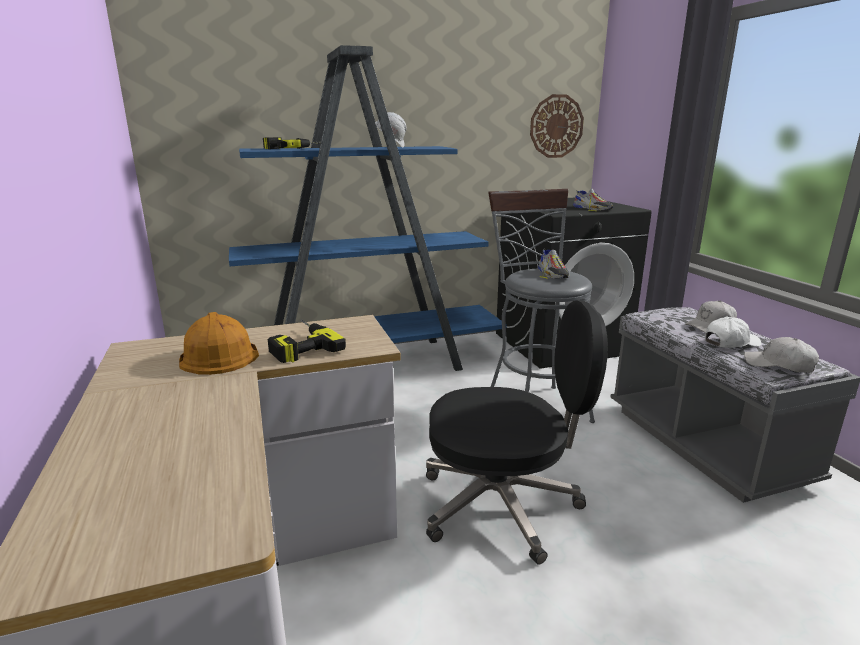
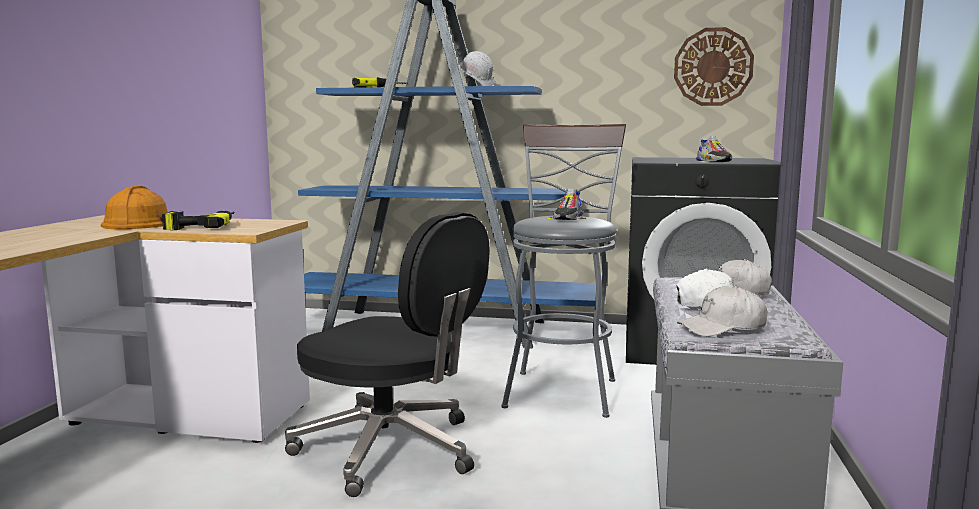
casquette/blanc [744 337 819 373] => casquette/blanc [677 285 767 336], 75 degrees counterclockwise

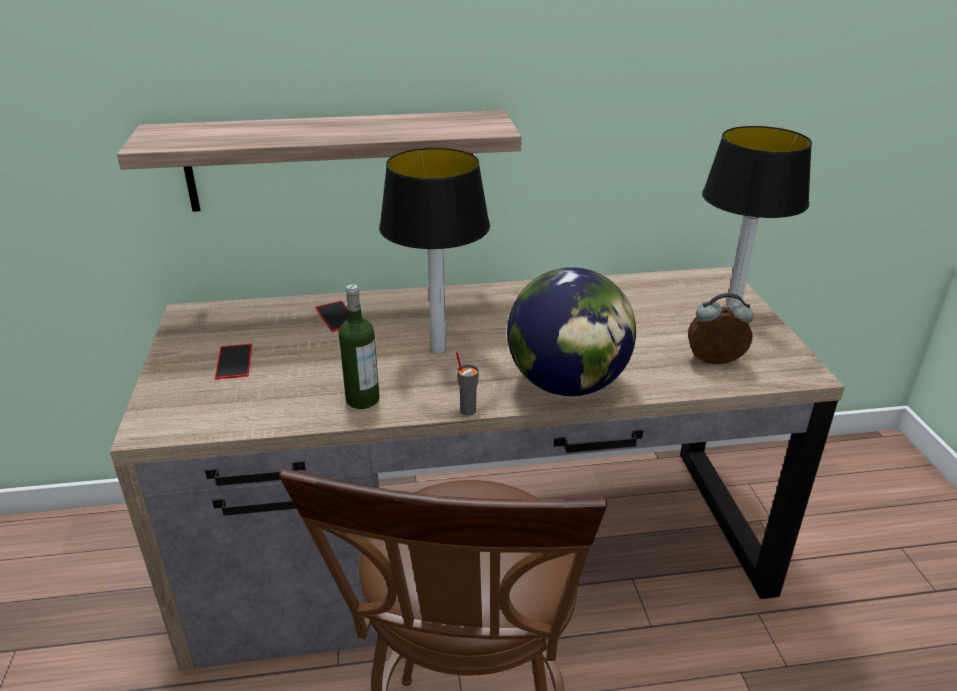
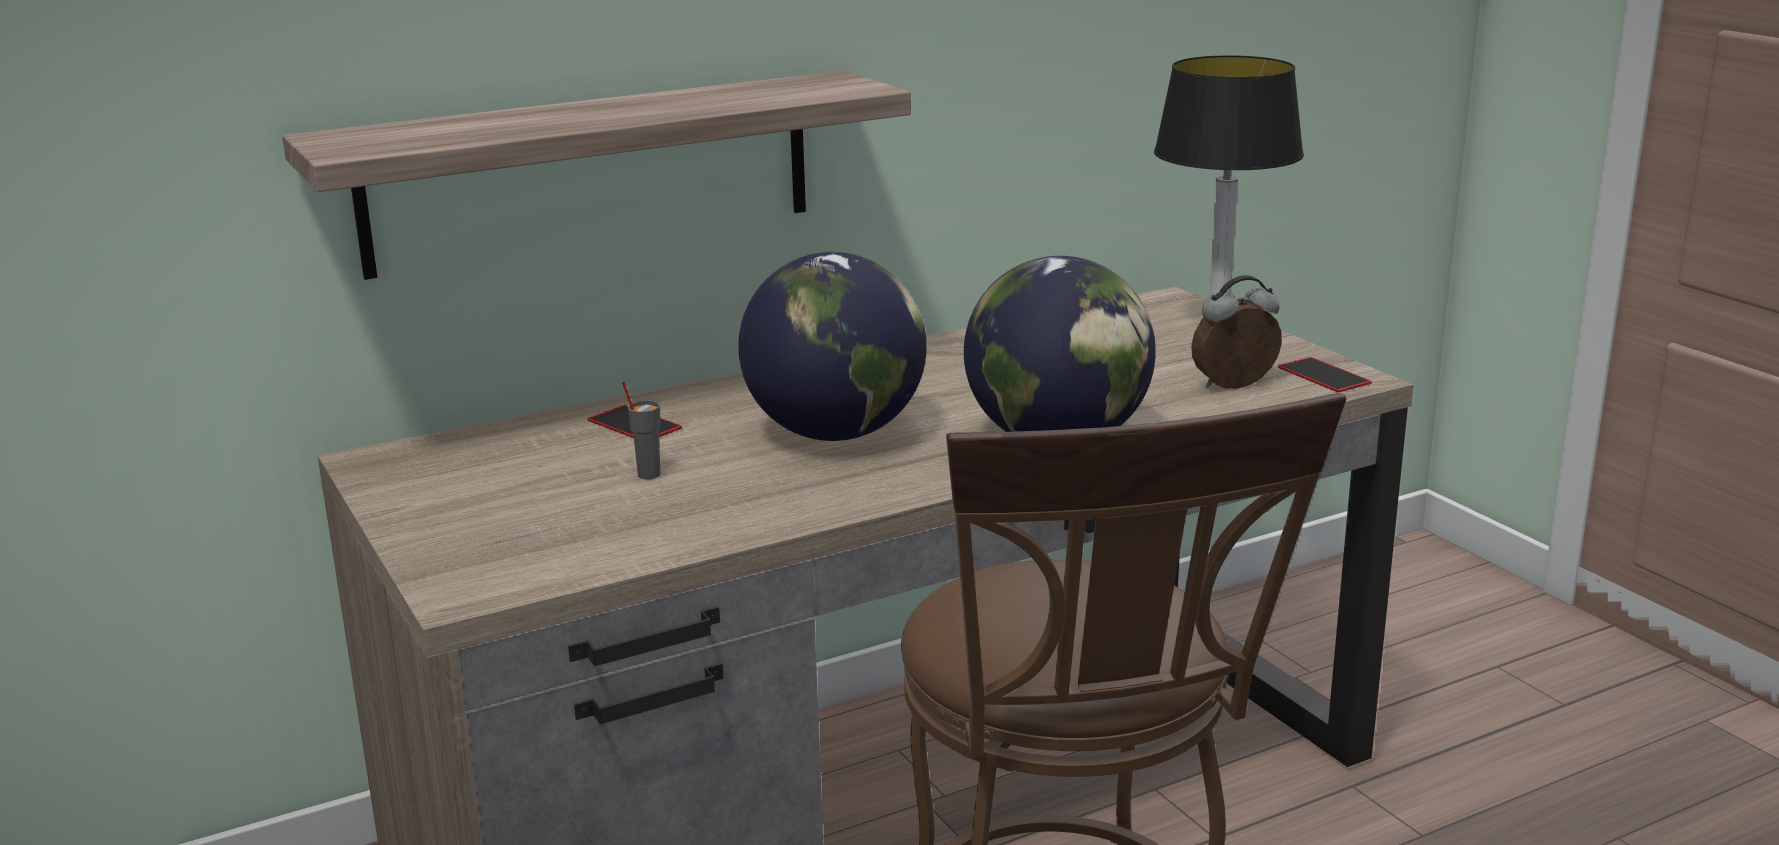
téléphone [215 344 252 380] => téléphone [1278 357 1372 392], moved
bouteille [339 284 380 409] => nothing
lampe de table [379 148 490 353] => globe [738 252 927 441]
tasse/gris [456 352 479 416] => tasse/gris [622 382 661 479], moved

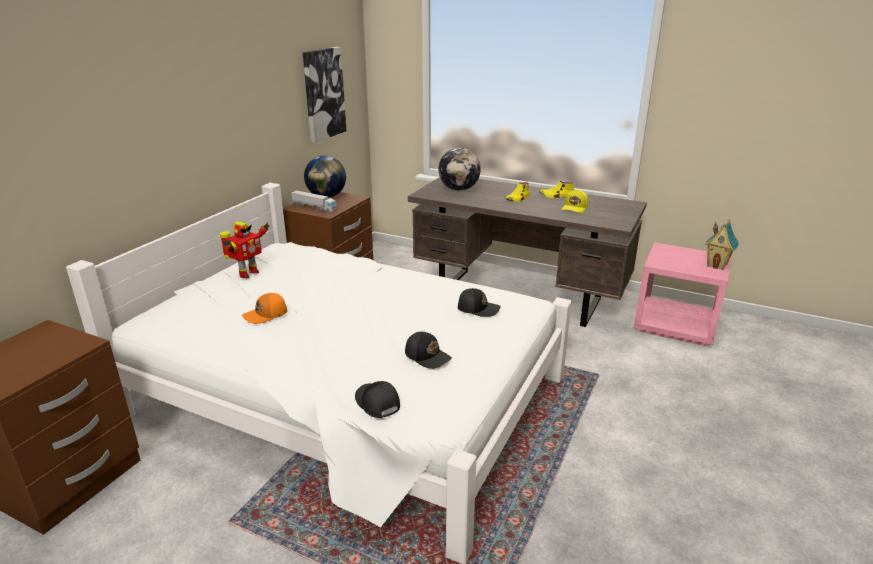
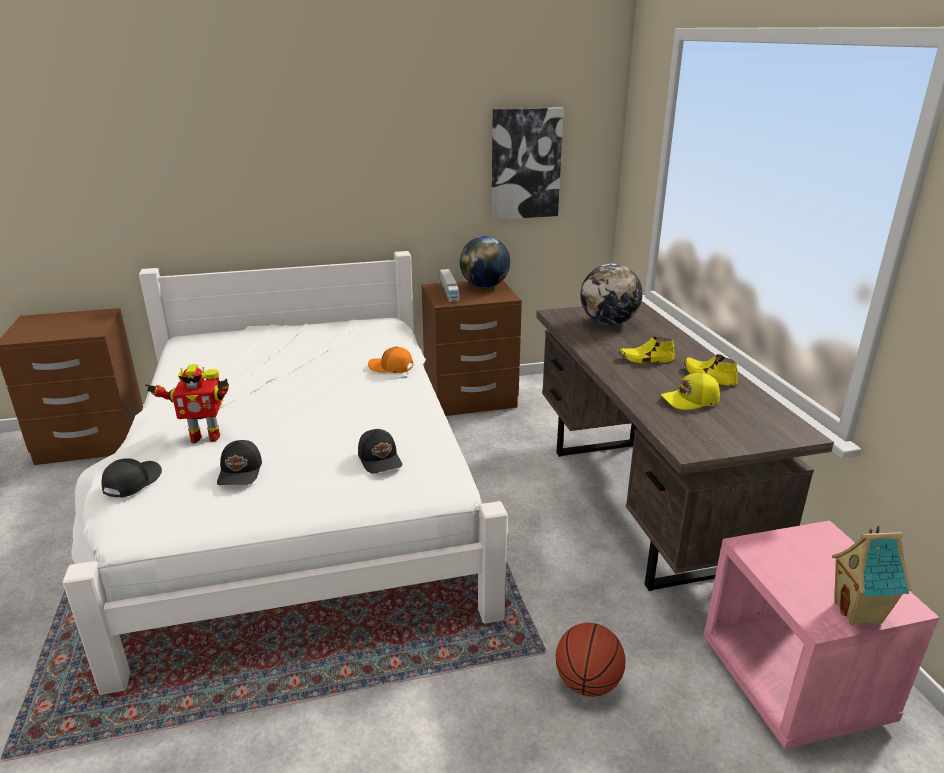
robot jouet [220 221 269 278] => robot jouet [145 364 229 443], moved
casquette/orange [242 293 287 324] => casquette/orange [368 346 413 373], moved
nothing => ballon de basket [556 623 625 697]

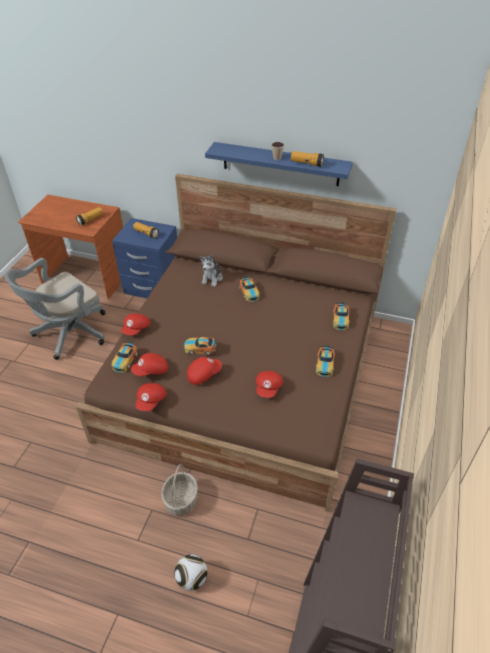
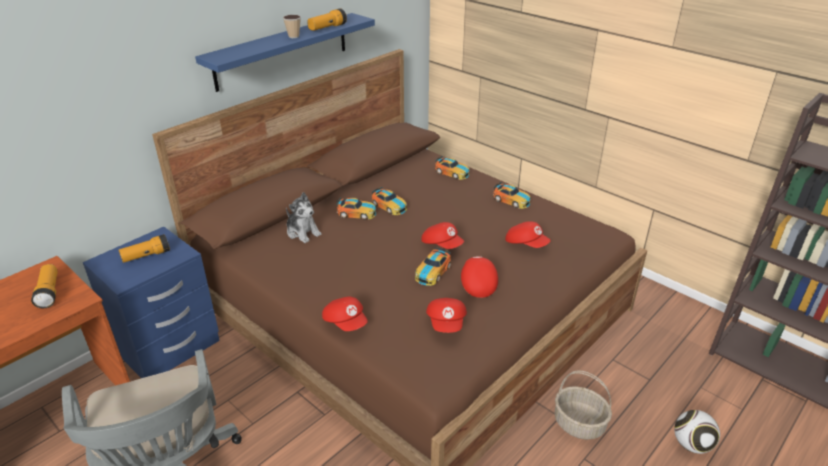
petite voiture [112 342 138 372] => petite voiture [372 187 407 215], moved
casquette/rouge [135 383 166 411] => casquette/rouge [421 222 464 249], moved

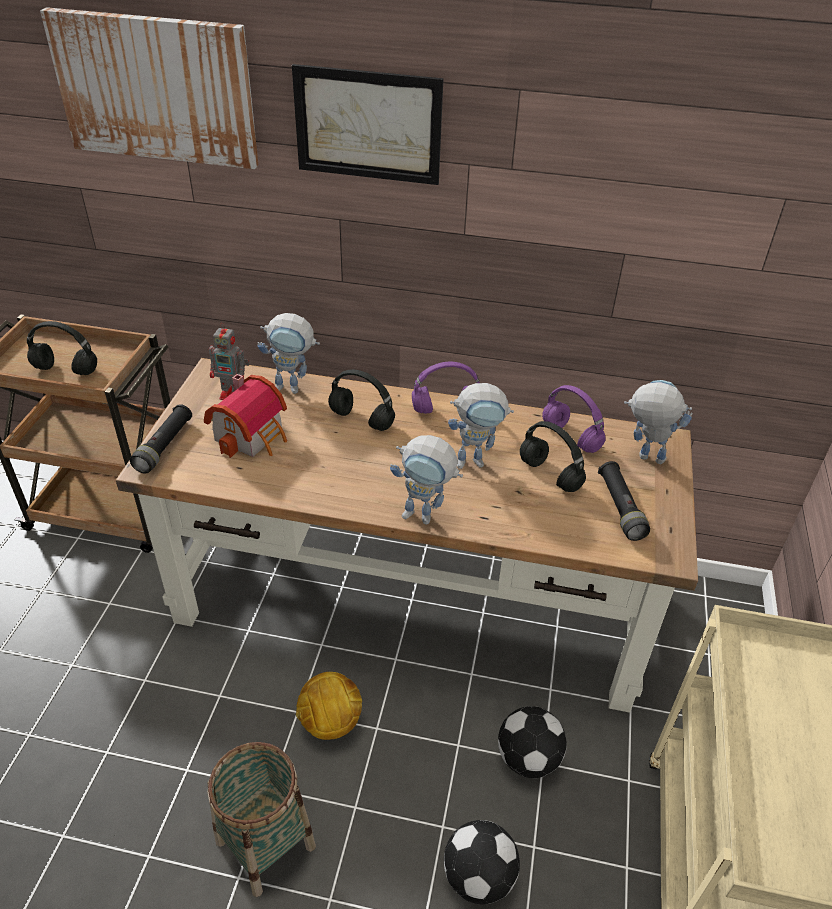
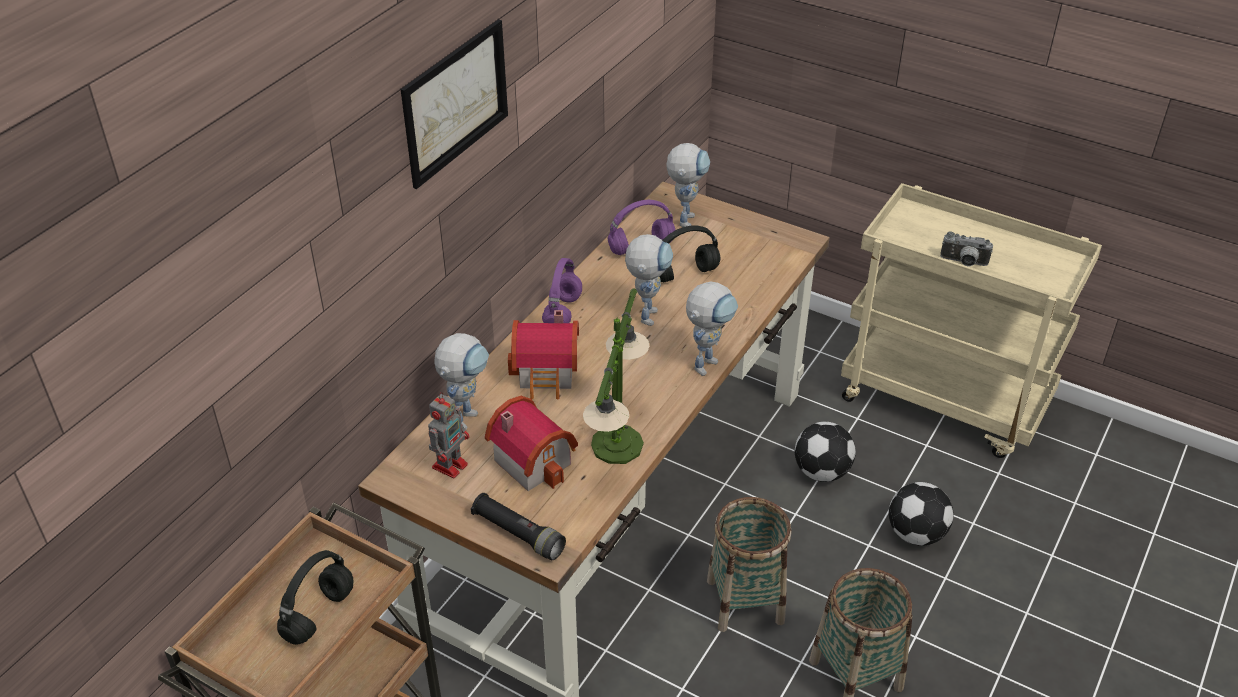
tableau [40 7 258 169] => nothing
ballon de foot [296 672 362 740] => panier [707 497 791 632]
casque audio/noir [328 370 395 431] => maison miniature [508 310 579 400]
lampe de poche/noir [598 461 650 541] => nothing
robot jouet [624 380 692 464] => robot jouet [666 143 710 227], 150 degrees clockwise
nothing => lampe de table [583 288 649 464]
nothing => appareil photo [940 231 993 266]

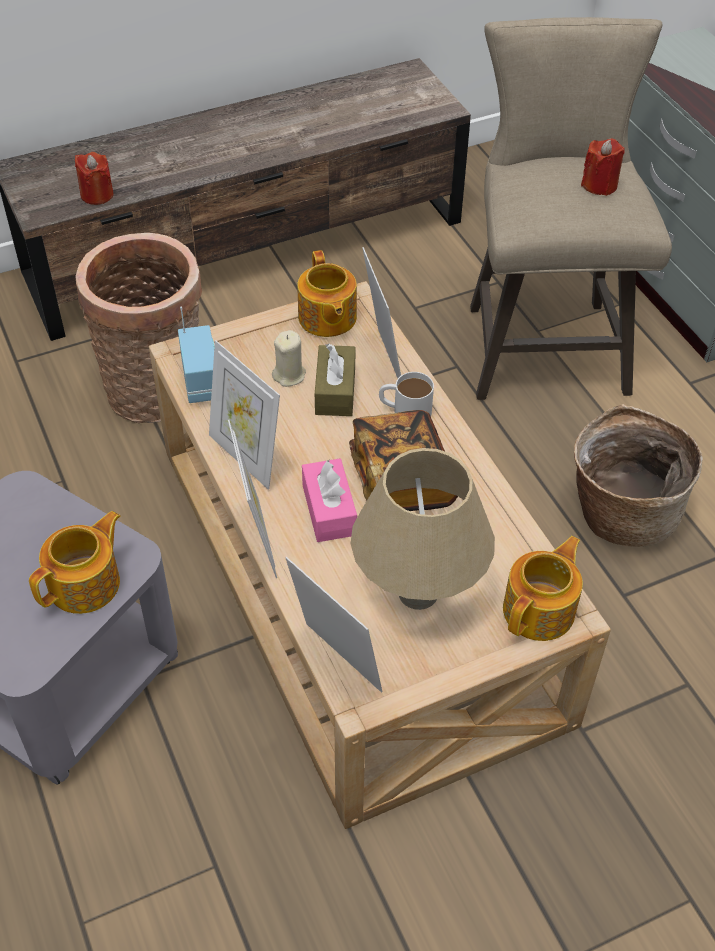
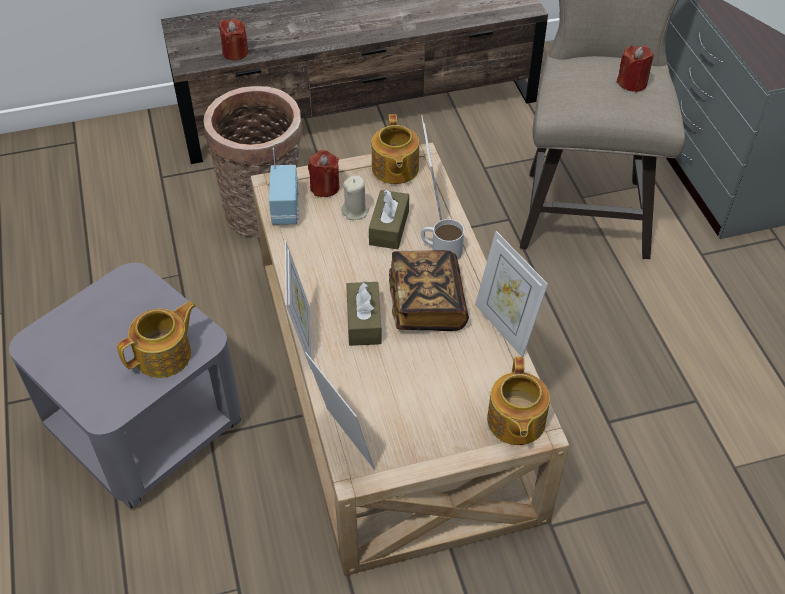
cadre photo [209 340 280 490] => cadre photo [475 231 548 357], moved
boîte à mouchoirs/rose [302 459 357 542] => boîte à mouchoirs/marron [346 282 382 346]
lampe de table/beige [351 448 495 610] => nothing
théière [503 536 583 641] => théière [487 357 550 445], 135 degrees clockwise
panier [574 404 703 547] => nothing
nothing => bougie/rouge [308 150 340 197]

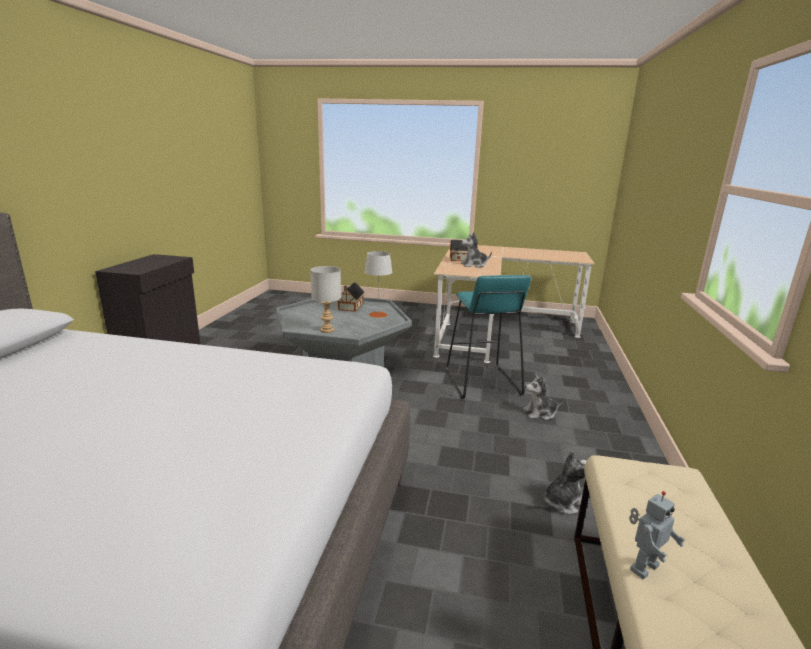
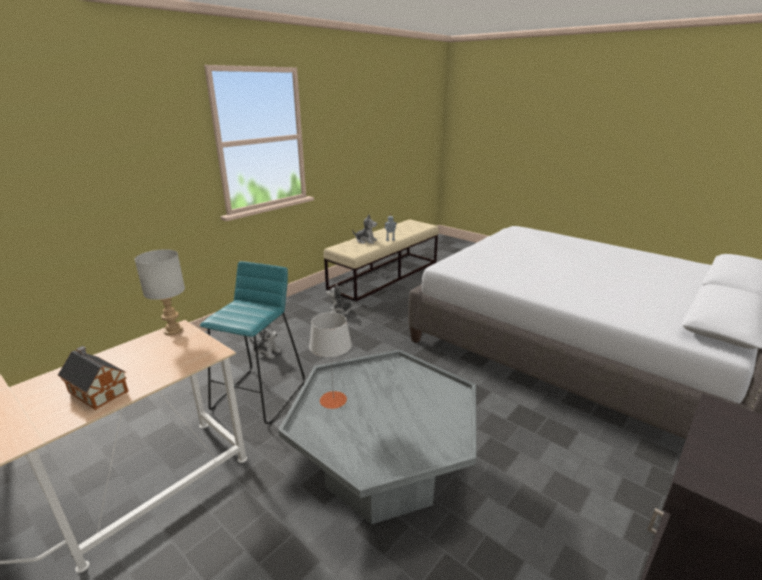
lampe de table/gris [310 266 341 333] => lampe de table/gris [134 249 185 335], moved
maison miniature [337 282 365 312] => nothing
peluche [461 232 492 267] => peluche [352 214 377 244], moved

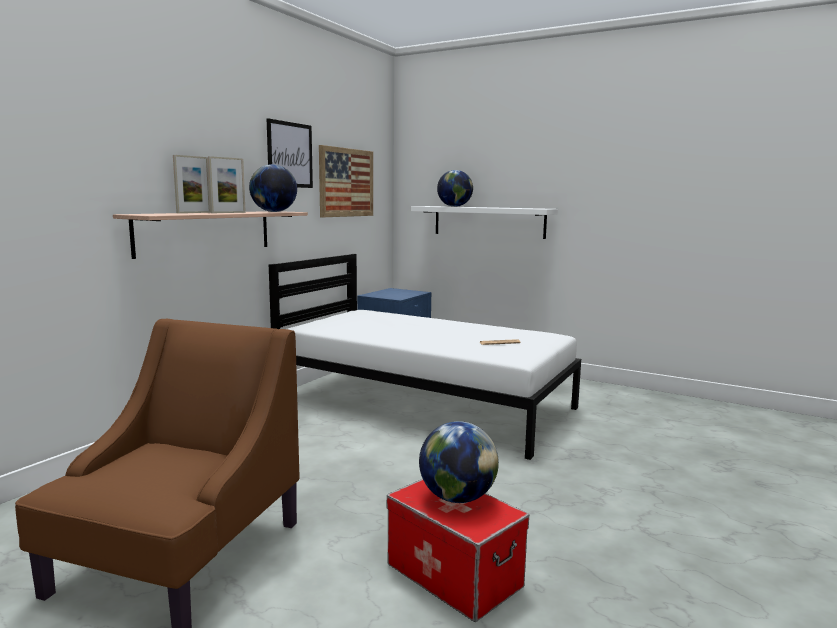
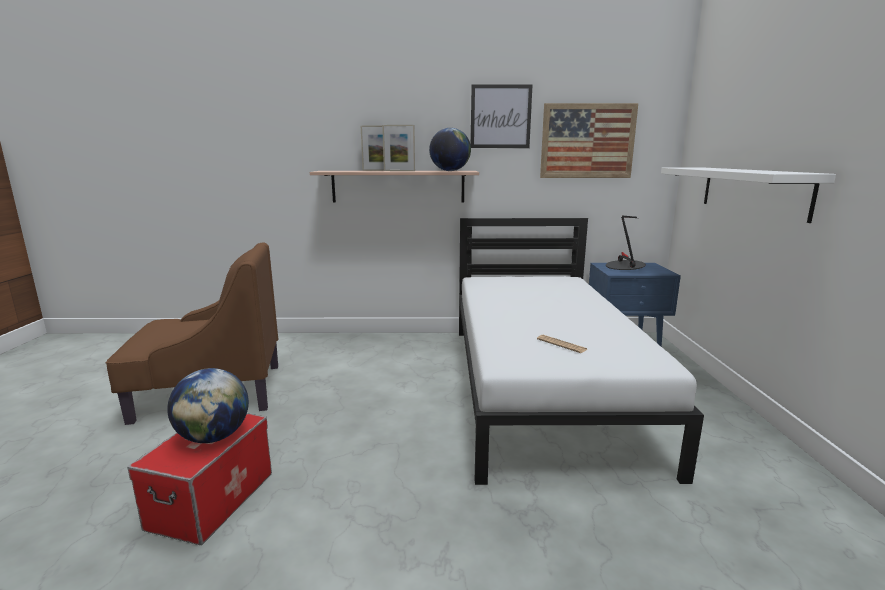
globe [437 170 473 207] => nothing
nothing => lampe de table [606 215 646 270]

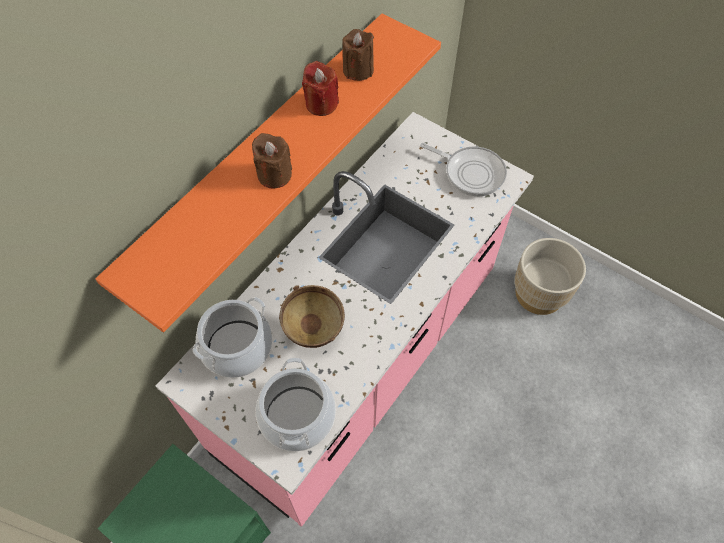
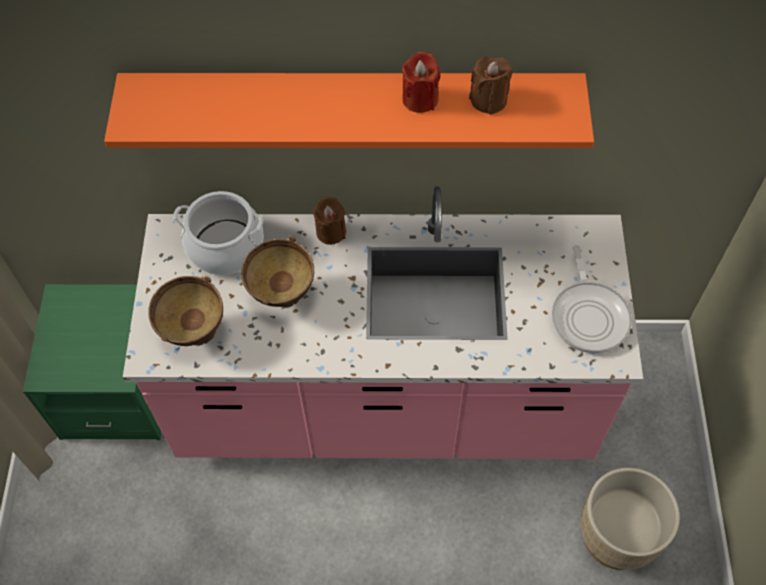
bougie/marron [252 133 292 188] => bougie/marron [313 197 346 245], moved
marmite [256 358 336 451] => bol/marron [148 276 223 346]

